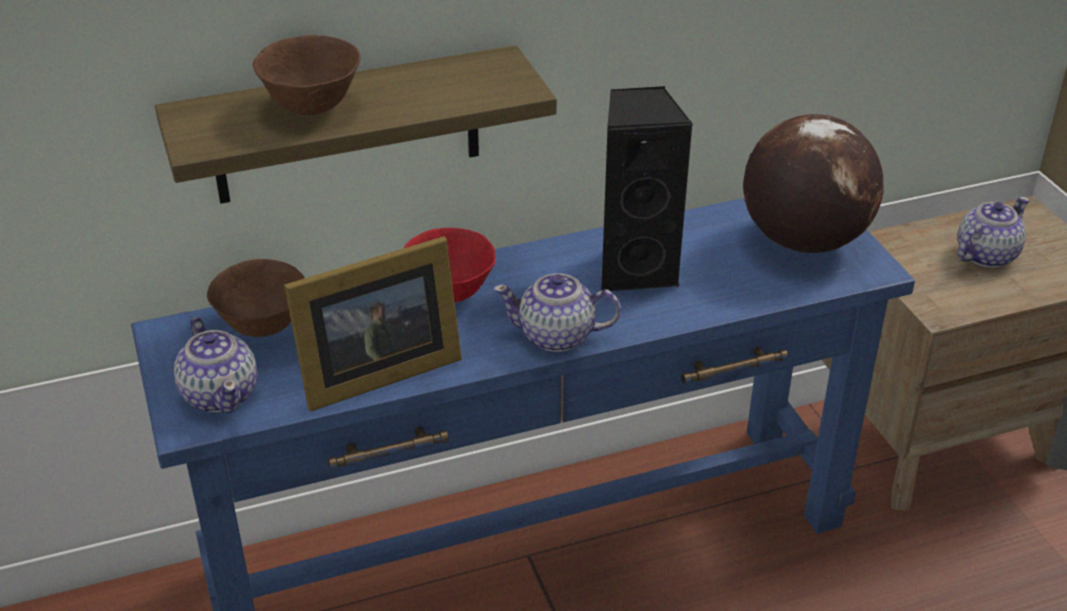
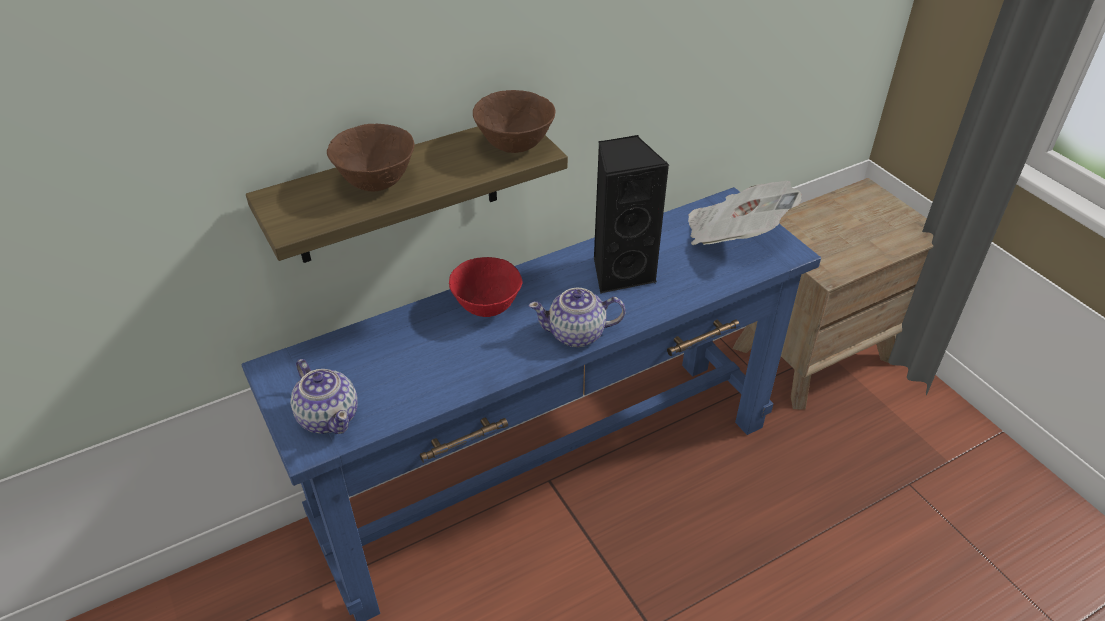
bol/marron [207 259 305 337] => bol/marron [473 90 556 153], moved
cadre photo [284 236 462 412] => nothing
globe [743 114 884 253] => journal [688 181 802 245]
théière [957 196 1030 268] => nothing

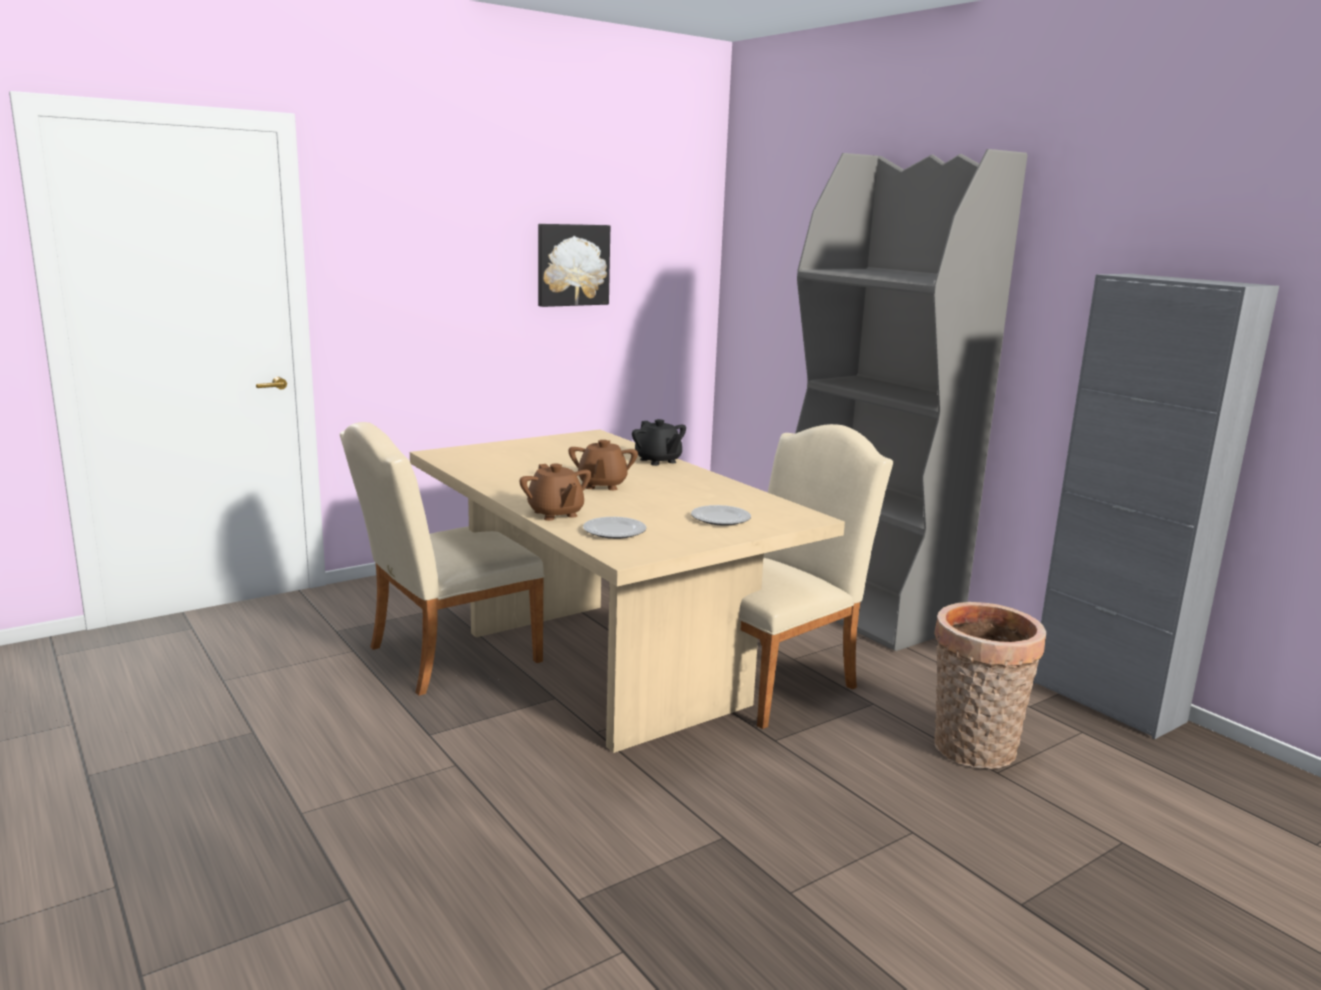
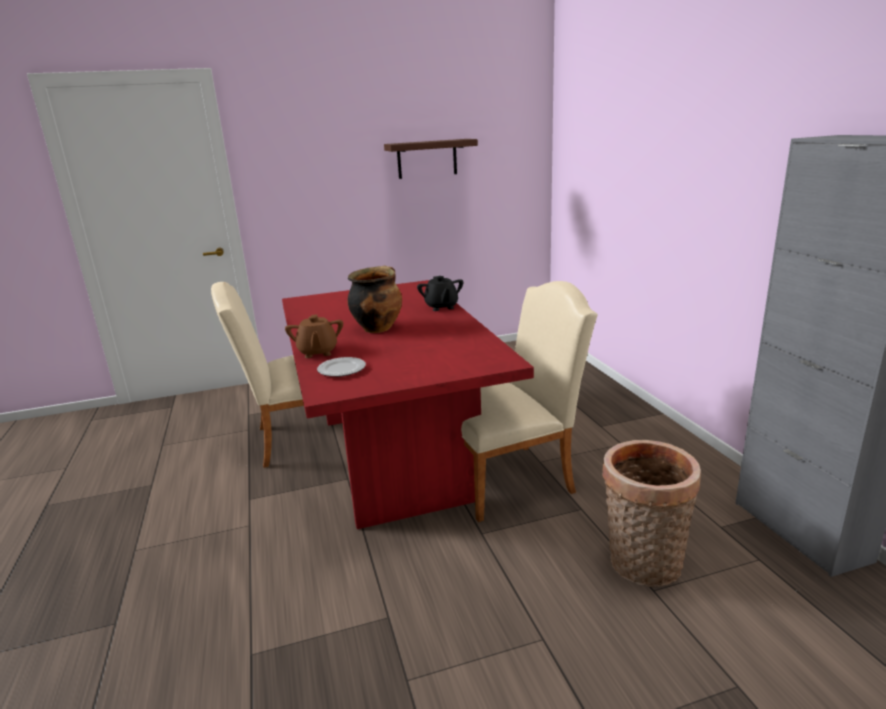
table à manger/beige [410 430 845 753] => table à manger/rouge [282 280 534 529]
tableau [538 224 610 307] => étagère [384 139 478 179]
théière/marron [568 440 638 490] => marmite [347 266 402 333]
assiette [691 505 751 526] => nothing
bibliothèque/gris [796 149 1028 651] => nothing

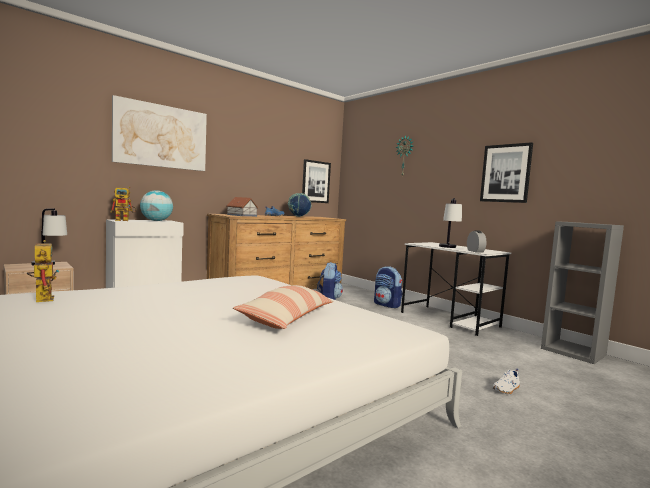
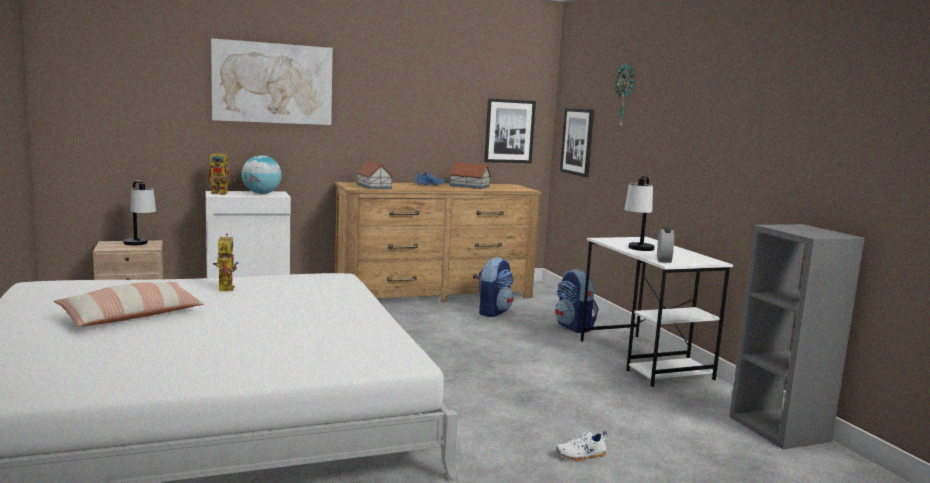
robot jouet [26 240 59 302] => robot jouet [213 233 239 291], moved
coussin [233 285 333 329] => coussin [54 282 204 327], moved
globe [288 193 312 217] => maison miniature [449 162 491 189]
tableau [480 142 533 203] => tableau [560 108 594 177], moved

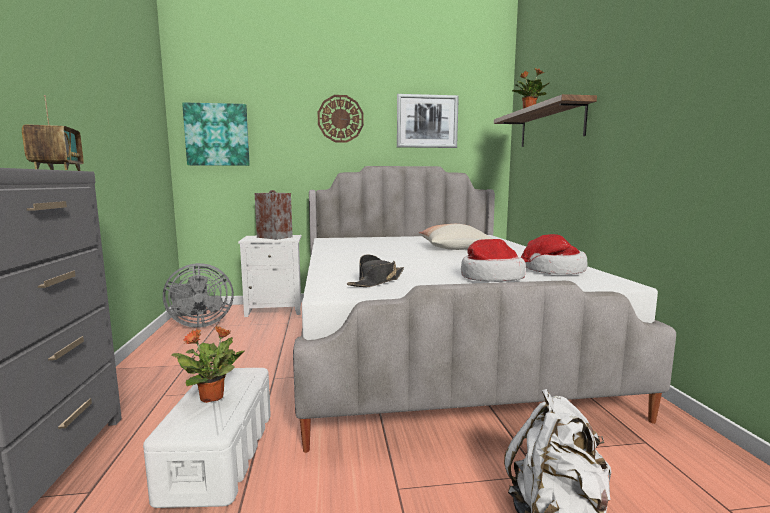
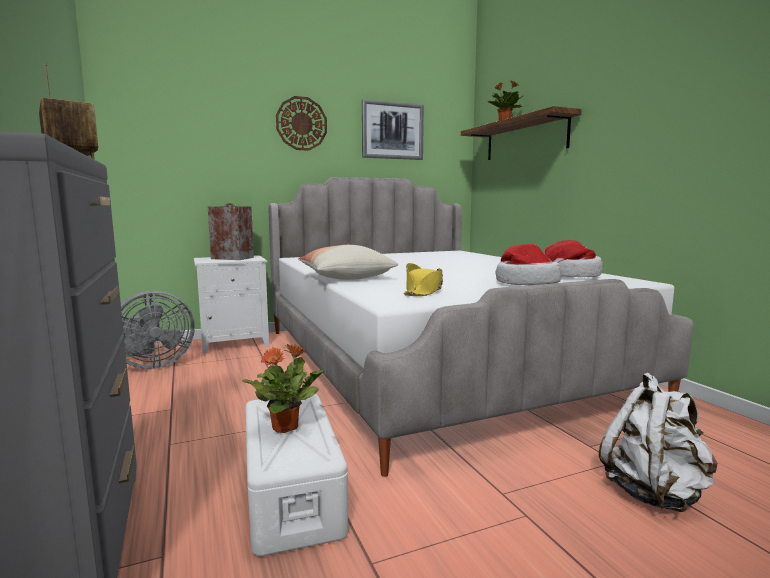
tableau [182 102 250 166] => nothing
chapeau/noir [347 254 404 287] => chapeau/jaune [404 263 443 296]
coussin [419 224 492 250] => coussin [298 245 398 280], moved

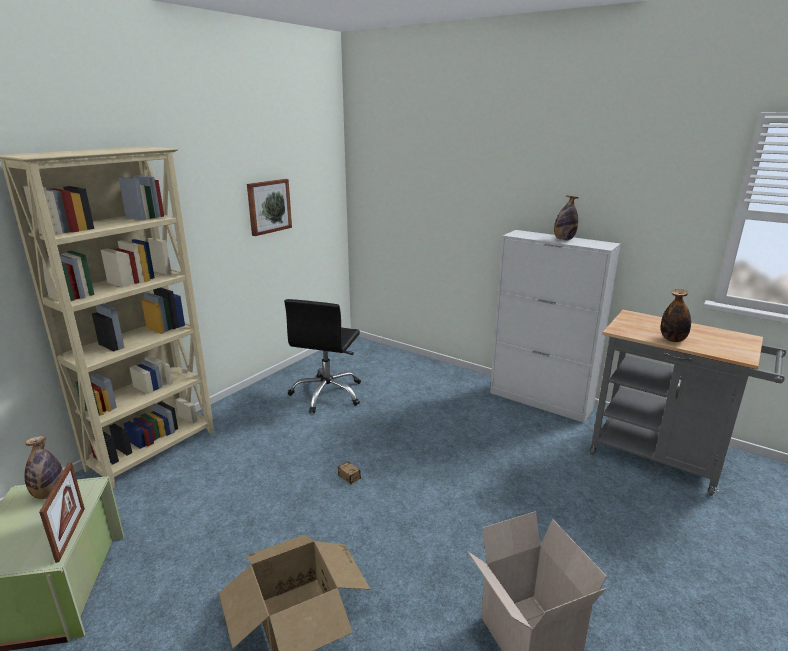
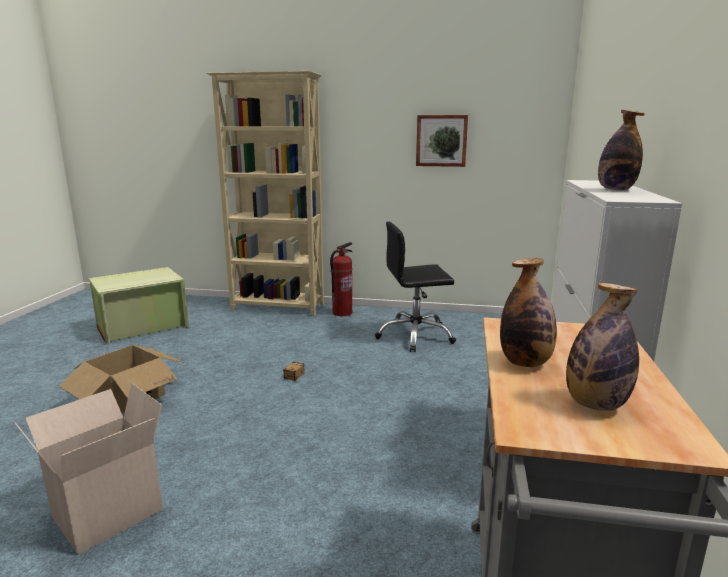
bouteille [24 436 63 499] => bouteille [566 283 639 411], moved
cadre photo [39 462 85 563] => nothing
nothing => extincteur [330 242 352 316]

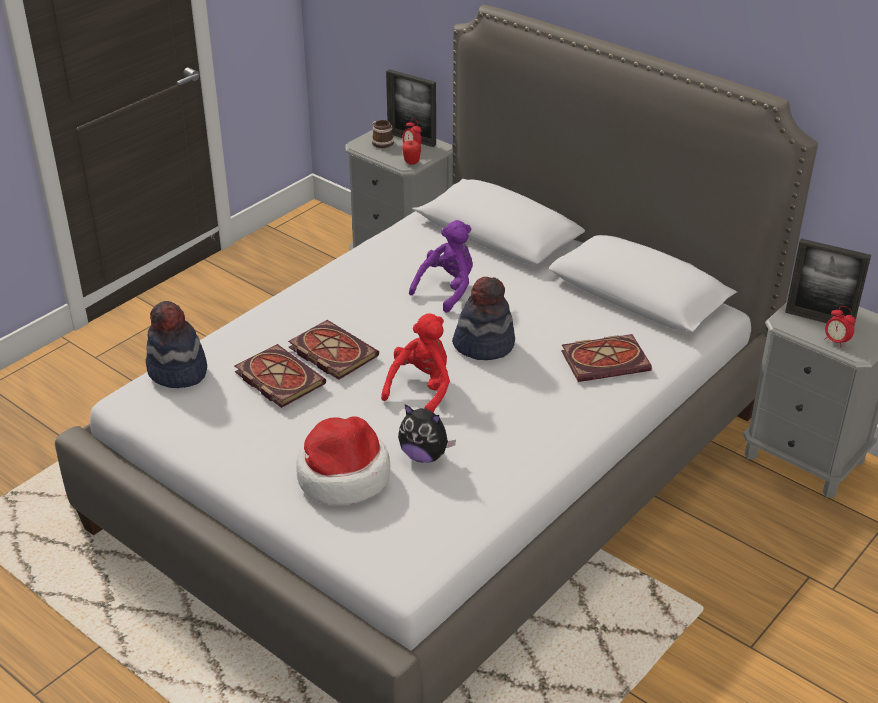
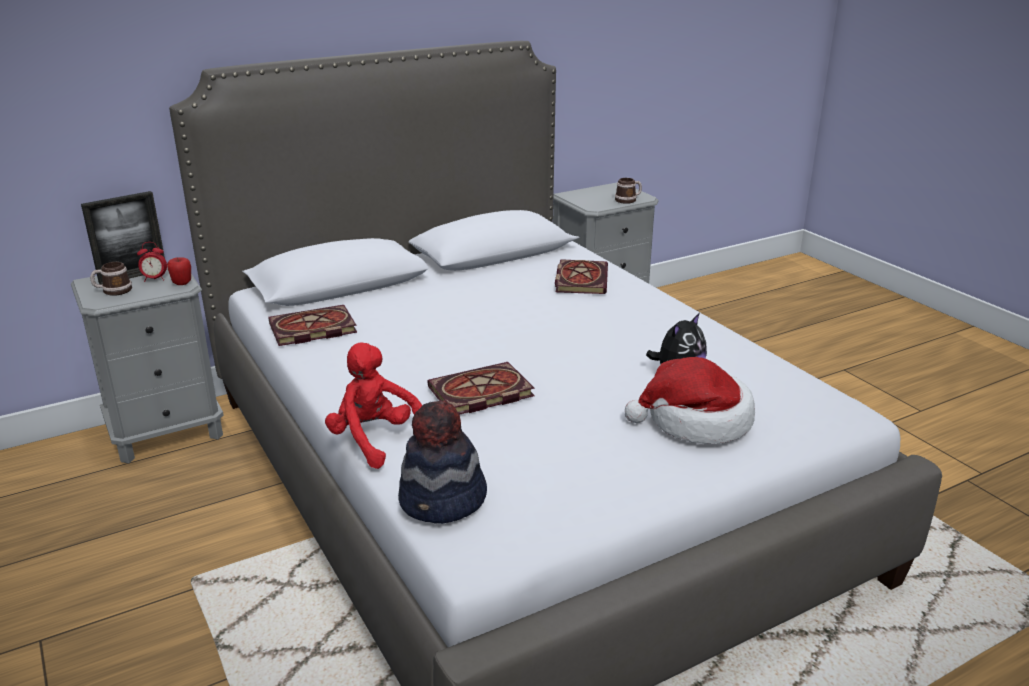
livre [235 344 326 408] => livre [268 305 357 346], moved
peluche/rouge [381 313 450 412] => peluche/rouge [325 342 422 469], moved
peluche/violet [409 220 473 313] => nothing
chapeau [452 277 515 360] => nothing
cadre photo [785 238 871 325] => nothing
réveil [824 306 856 348] => mug [615 178 642 204]

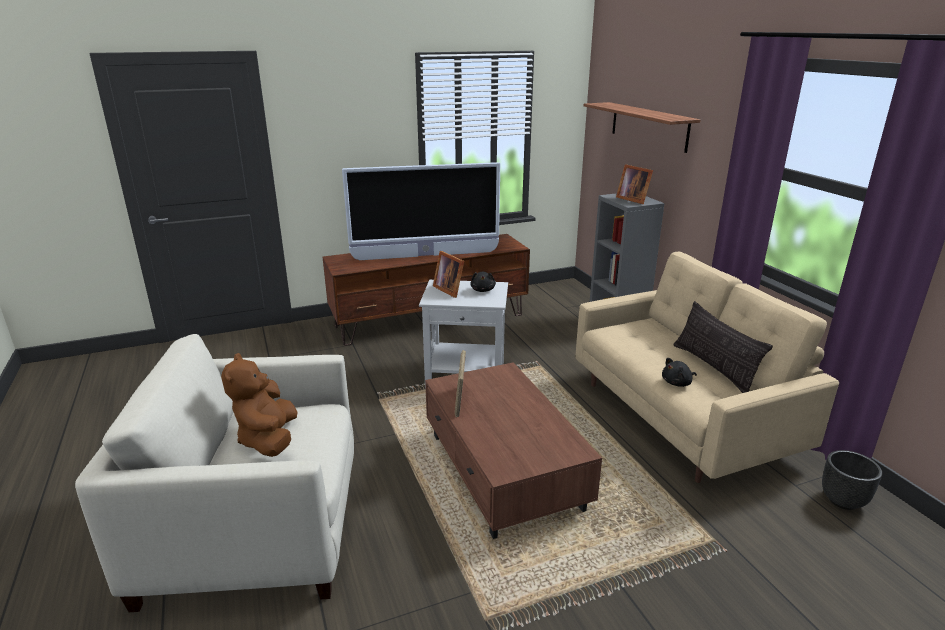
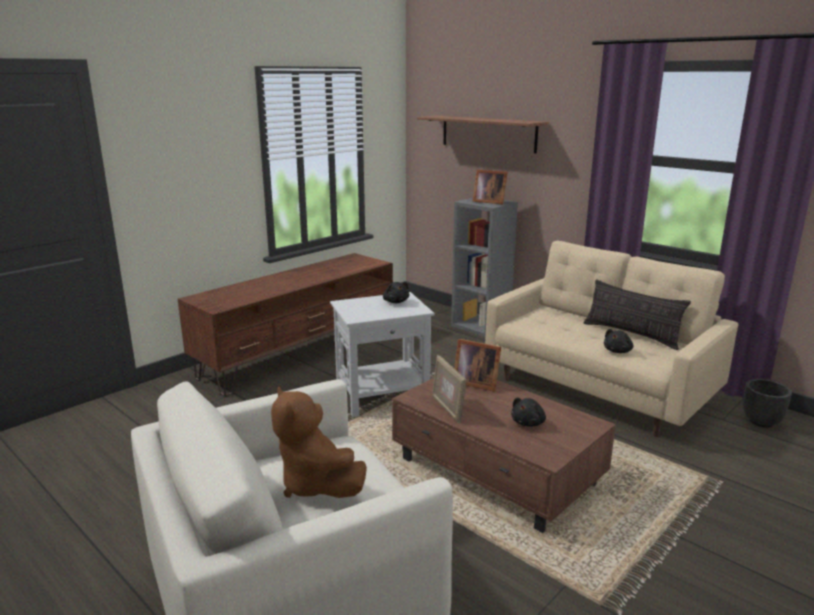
téléviseur [342 162 500 260] => nothing
cadre photo [433 251 464 298] => cadre photo [454 339 501 392], moved
nothing => peluche/noir [511 397 546 427]

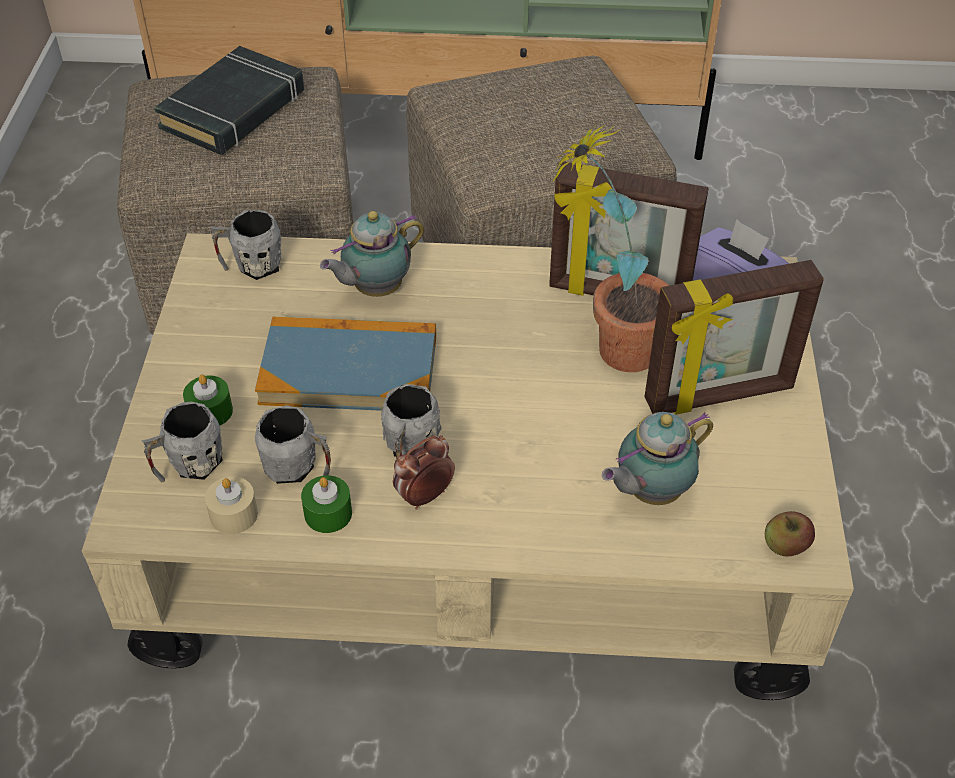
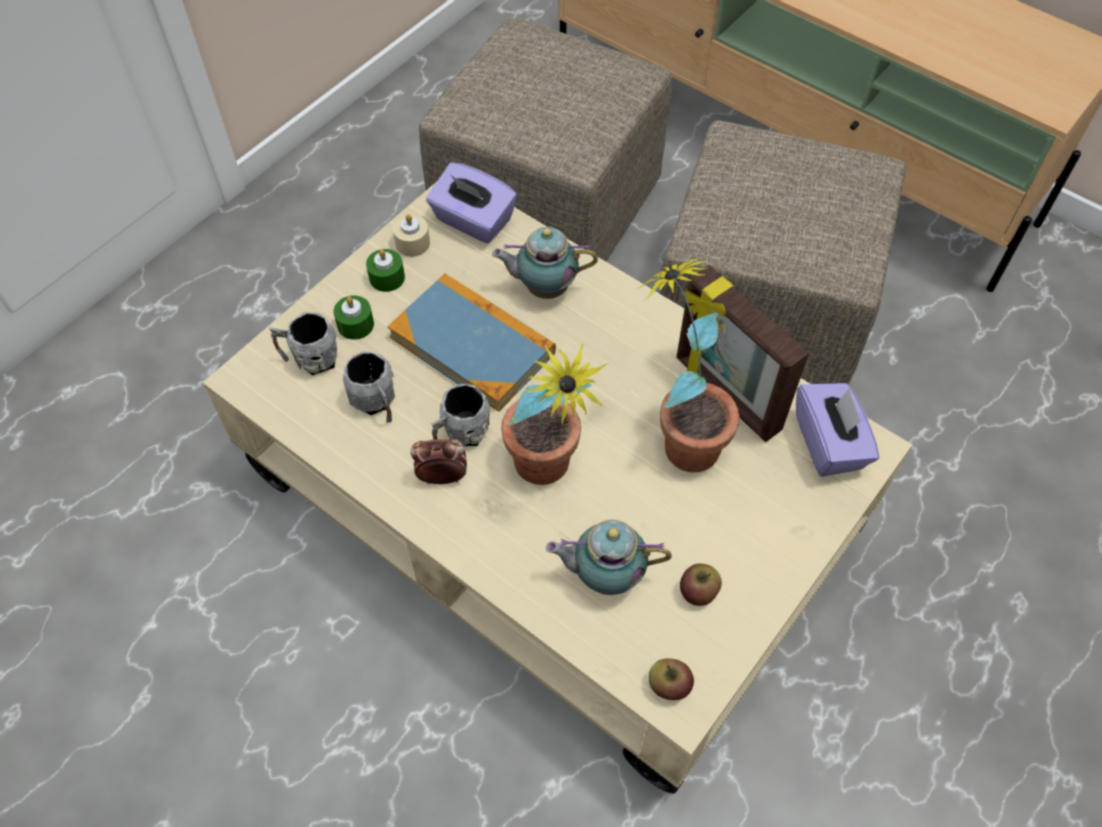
livre/noir [154 46 304 155] => nothing
bougie/beige [205 477 258 534] => bougie/beige [393 214 430 257], moved
mug/gris [211 210 281 280] => boîte à mouchoirs/violet [426 162 517 243]
bougie/vert [301 475 352 533] => bougie/vert [366 249 405 292], moved
cadre photo [645 260 824 415] => nothing
nothing => plante en pot [501 343 609 485]
nothing => pomme [680 563 722 606]

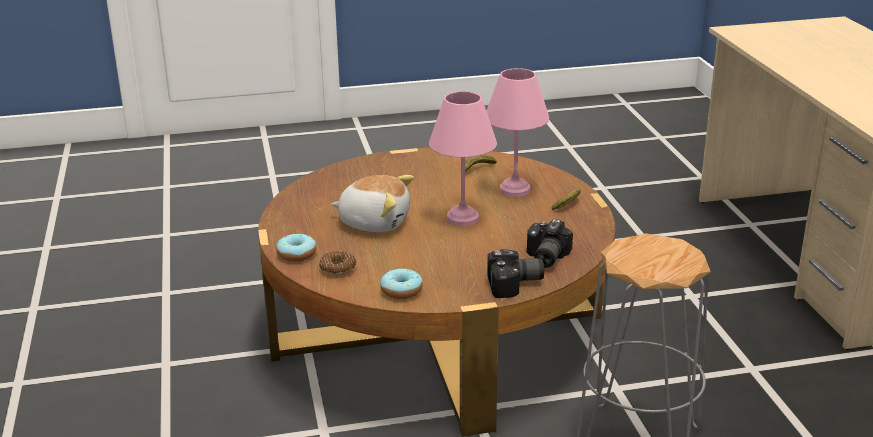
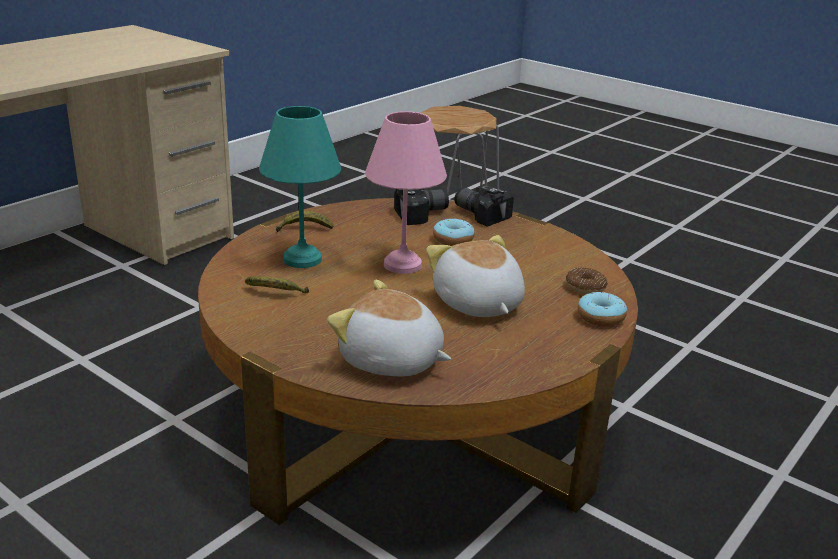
beignet [380 268 423 299] => beignet [433 218 474 246], moved
lampe de table/rose [487 68 549 197] => lampe de table/turquoise [259 106 341 268]
nothing => peluche [327 280 451 376]

